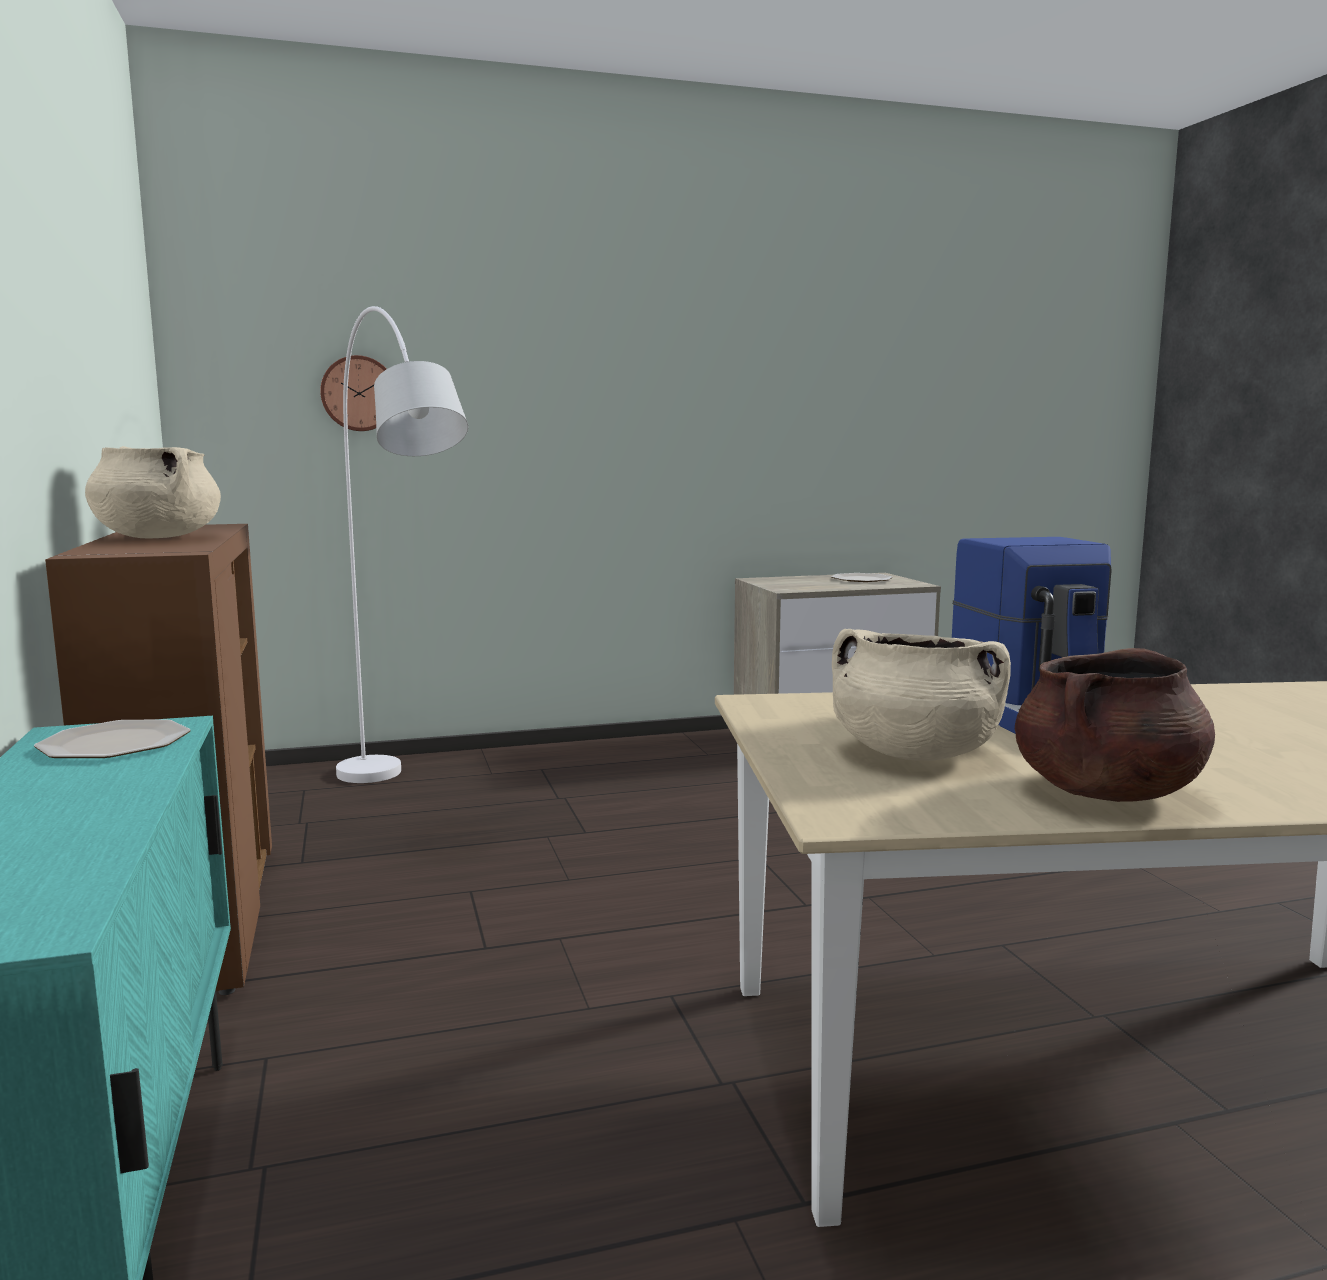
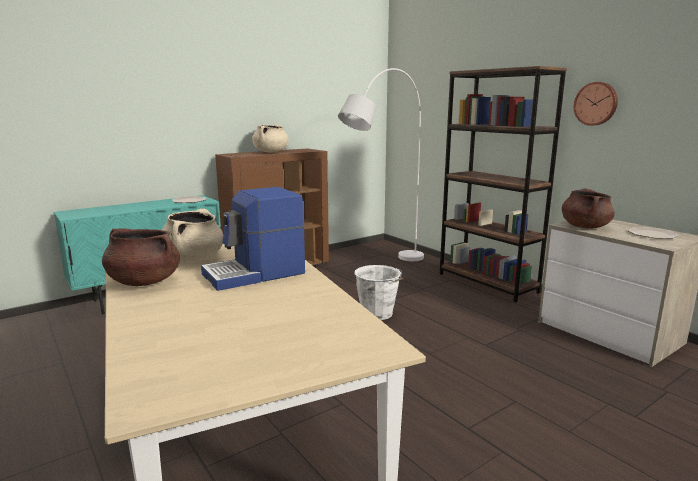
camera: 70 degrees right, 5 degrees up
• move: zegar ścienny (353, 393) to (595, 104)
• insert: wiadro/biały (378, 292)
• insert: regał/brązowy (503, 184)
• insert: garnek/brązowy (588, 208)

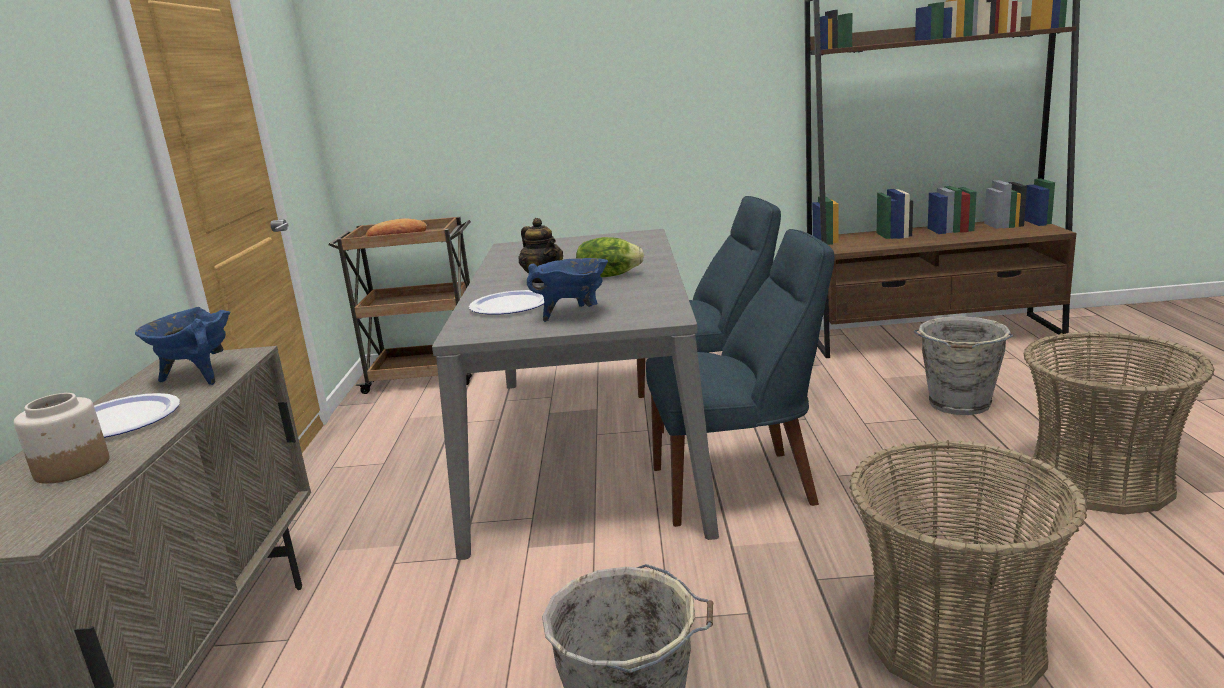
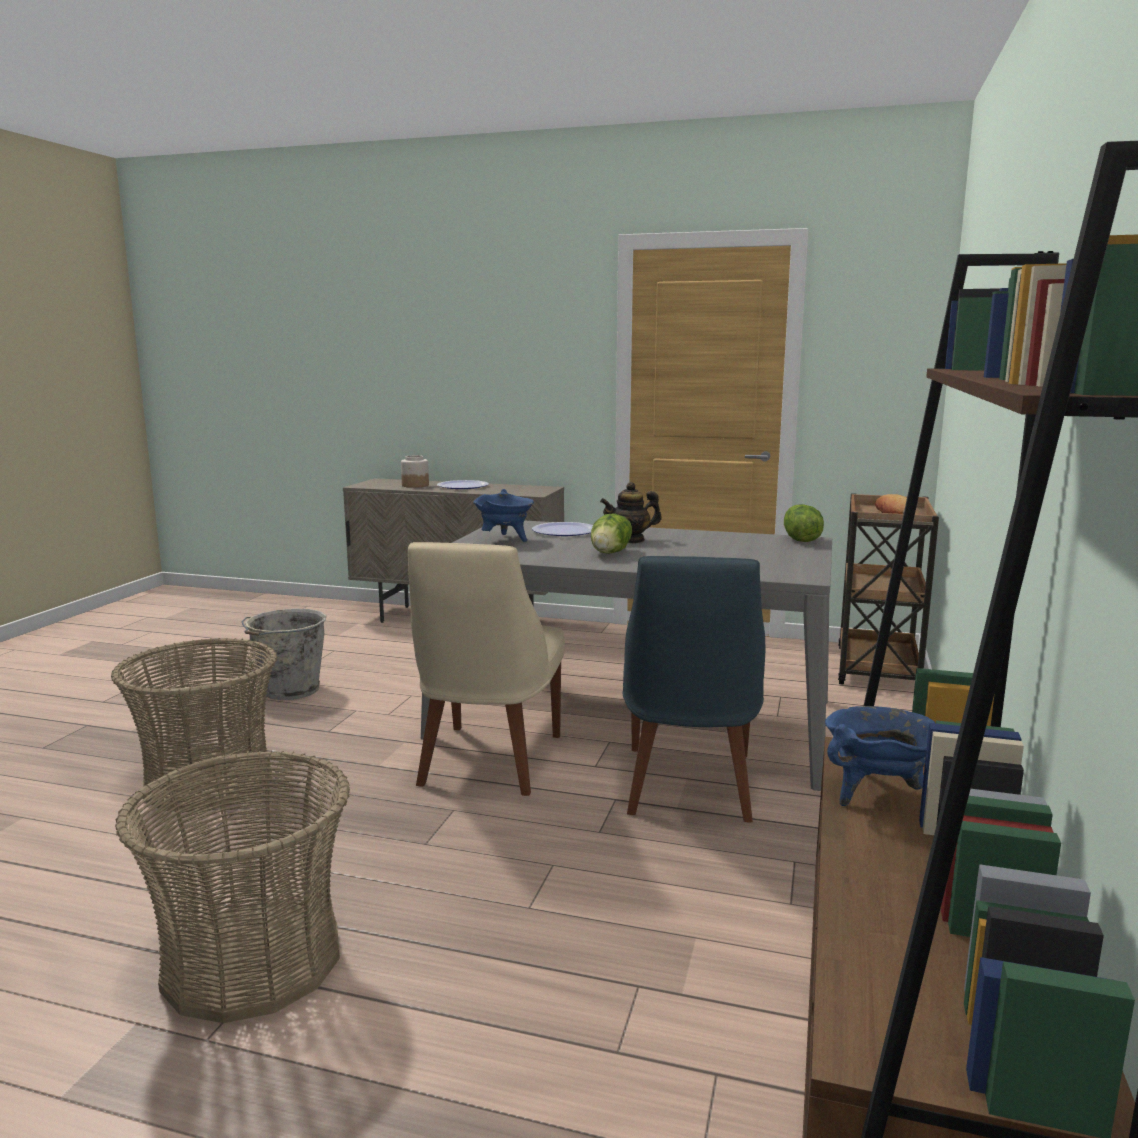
camera: 105 degrees right, 5 degrees down
• move: garnek/niebieski (183, 346) to (880, 756)
• recolor: krzesło/niebieski (740, 378) to krzesło/beżowy (486, 669)
• delete: wiadro/szary (963, 365)
• insert: sałata (804, 523)

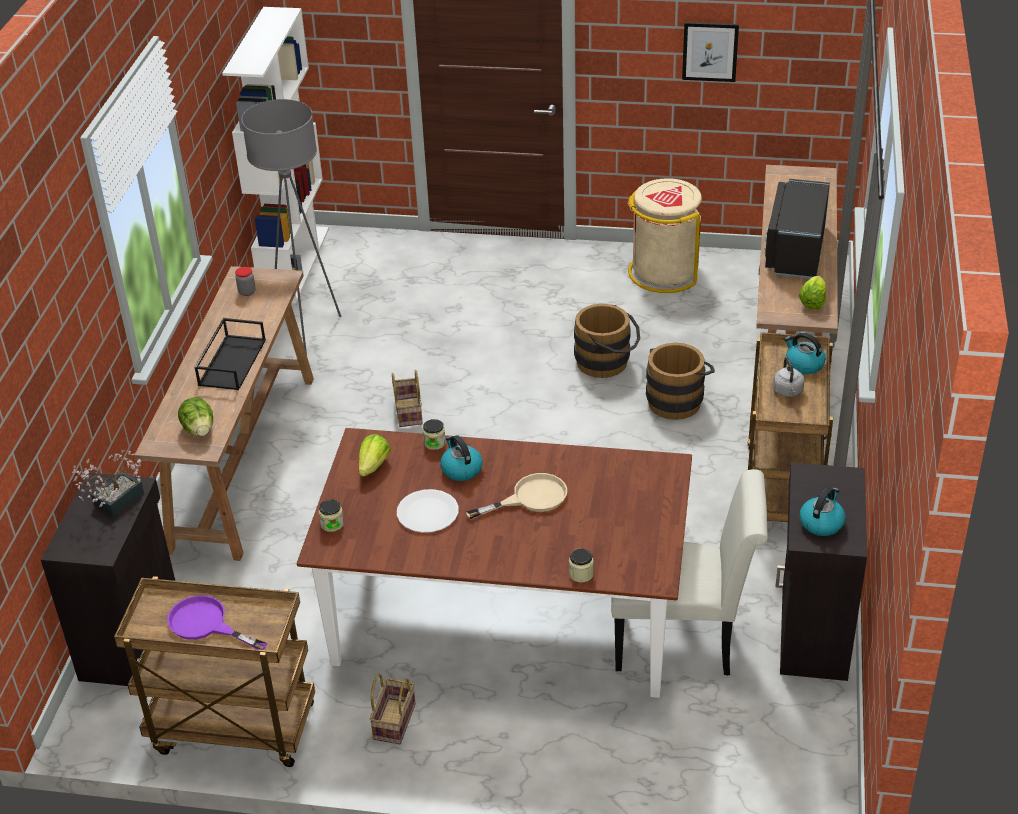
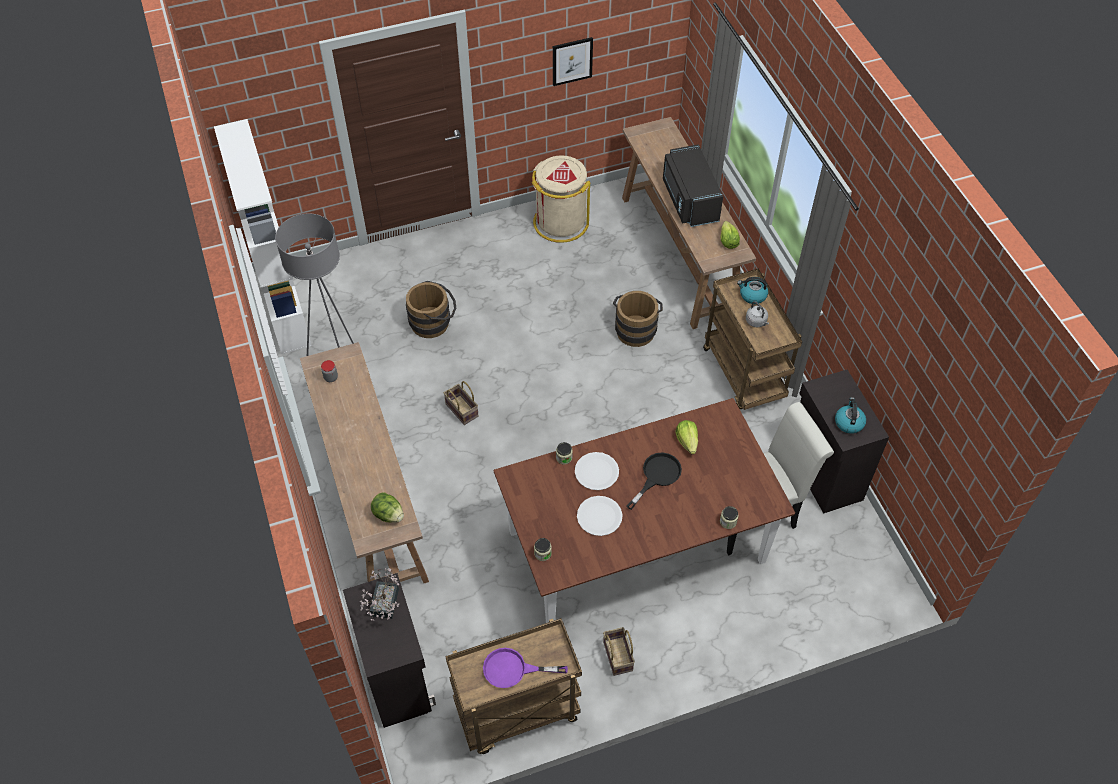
camera: 30 degrees left, 15 degrees up
• delete: taca/czarny (230, 354)
• move: sałata (375, 455) to (686, 437)
• replace: czajnik (461, 458) to talerz/biały (597, 471)
• recolor: patelnia/beżowy (516, 496) to patelnia/czarny (654, 481)
• move: wiadro/brązowy (607, 341) to (431, 309)

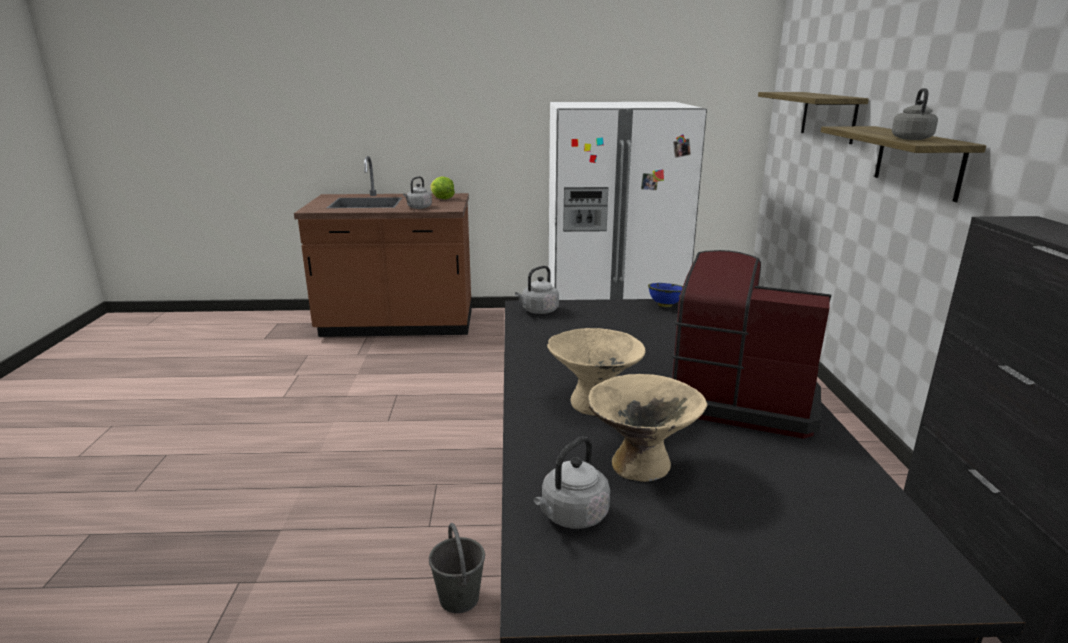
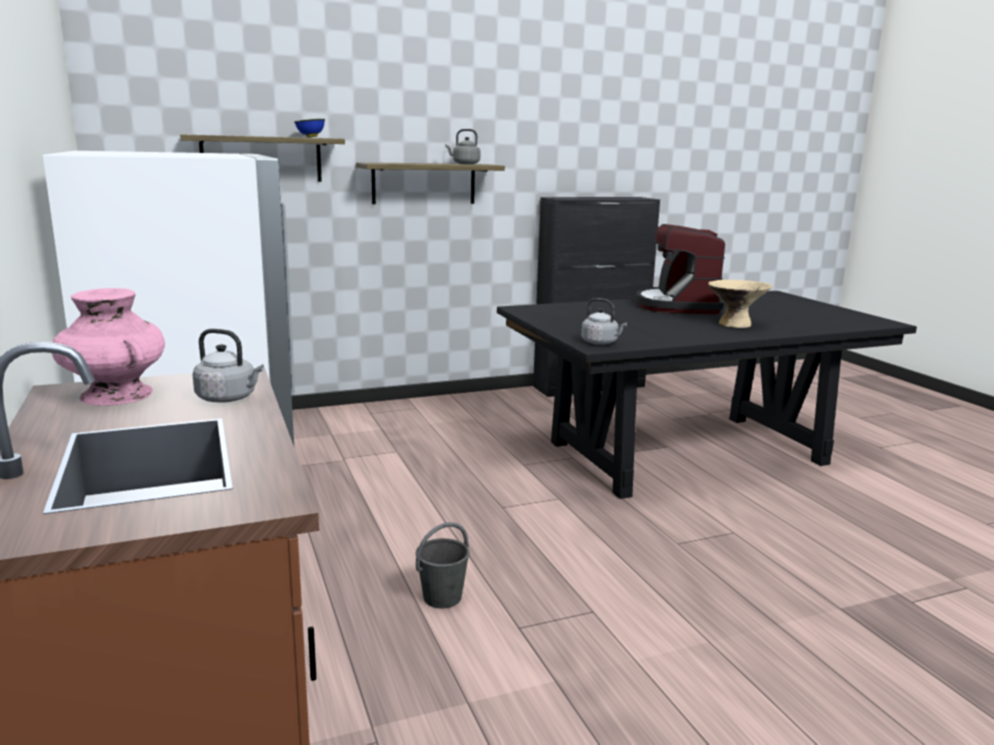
camera: 110 degrees left, 5 degrees down
• move: wiadro/szary (457, 568) to (443, 565)
• replace: sałata (442, 187) to wazon/różowy (108, 347)
• delete: czajnik/szary (572, 482)
• delete: miska/beżowy (647, 428)
• move: miska/niebieski (665, 295) to (309, 128)

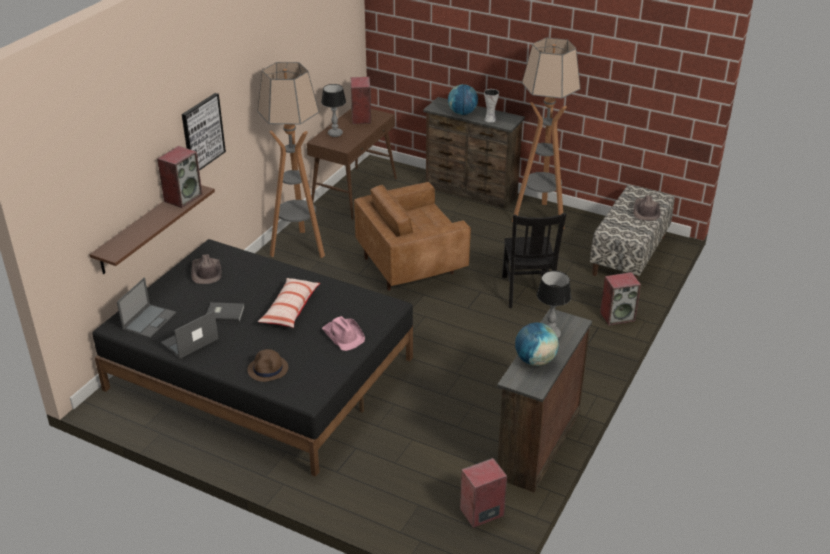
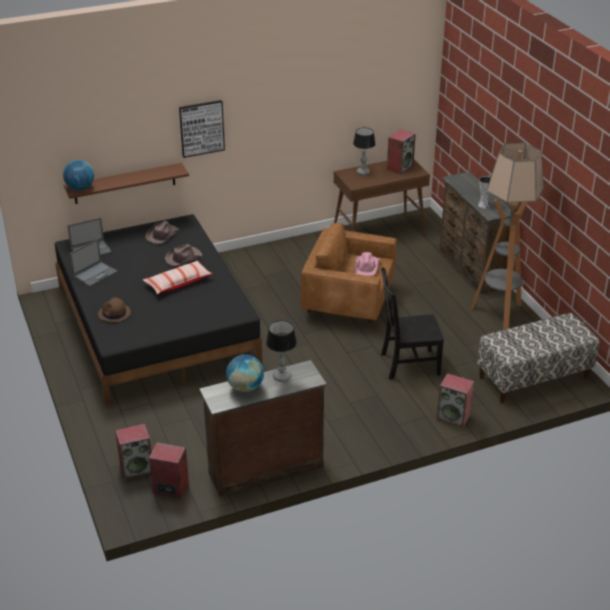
camera: 40 degrees right, 0 degrees up
• move: głośnik (179, 177) to (133, 452)
• rotate: laptop (190, 335) = (93, 263) 135 degrees clockwise
• delete: książka/szary (226, 312)
• delete: lampa stojąca (291, 160)
• move: kapelusz/różowy (343, 333) to (367, 264)
• move: globus (463, 99) to (78, 175)
• rotate: krzesło/czarny (534, 260) = (412, 323) 45 degrees clockwise
• move: kapelusz/brązowy (646, 208) to (183, 255)

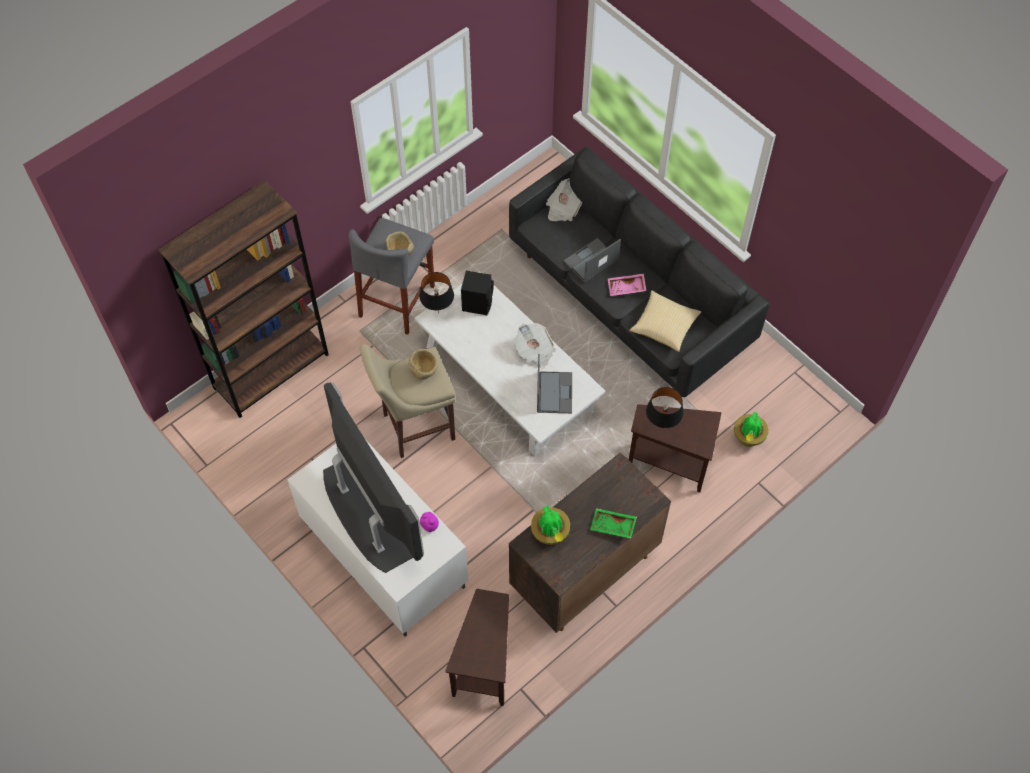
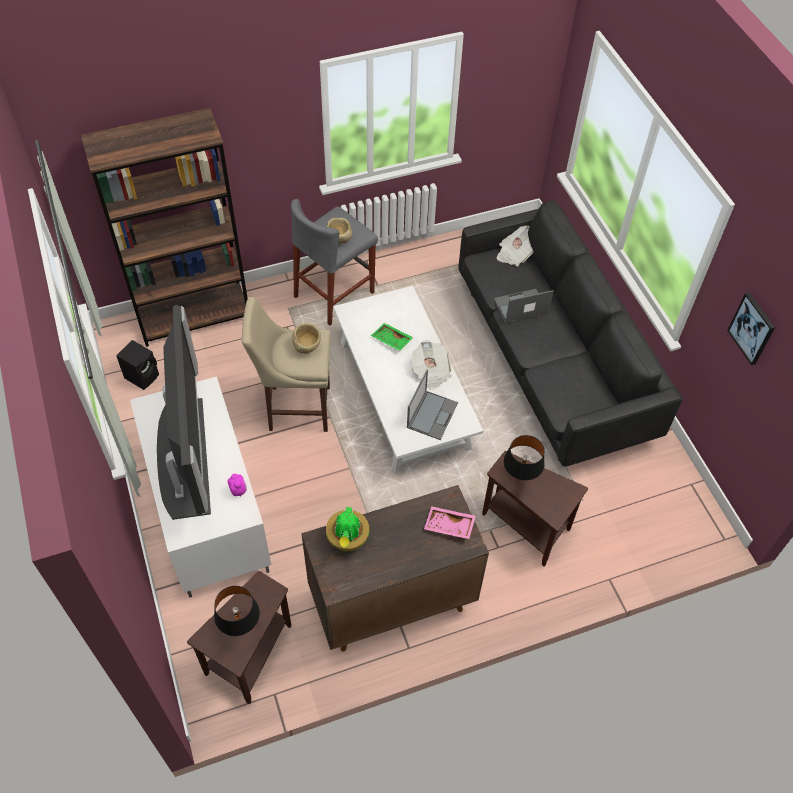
camera: 20 degrees right, 5 degrees down
• move: lampa stołowa/czarny (436, 292) to (237, 611)
• move: głośnik/czarny (477, 293) to (137, 365)
• move: taca/zielony (613, 523) to (392, 337)
• move: taca/różowy (627, 284) to (450, 522)
• delete: poduszka (665, 321)
• delete: roślina doniczkowa (751, 429)
• insert: obraz (751, 328)

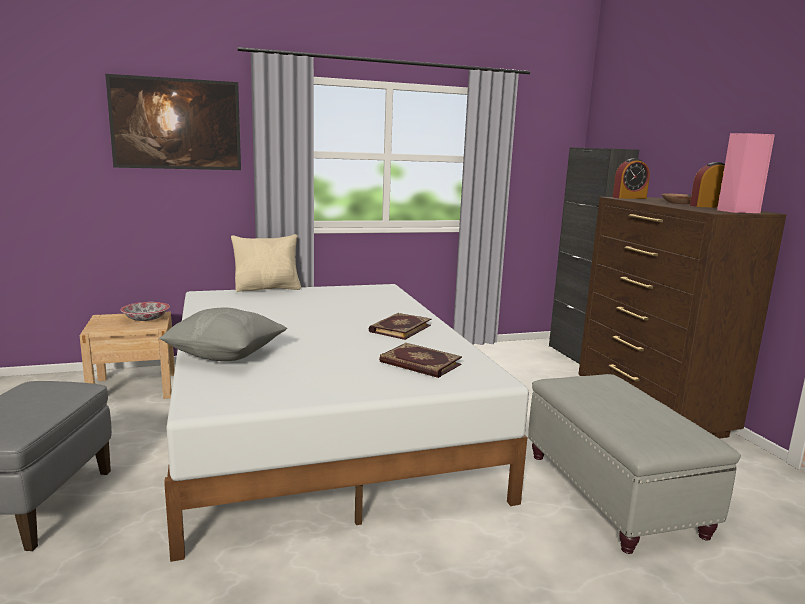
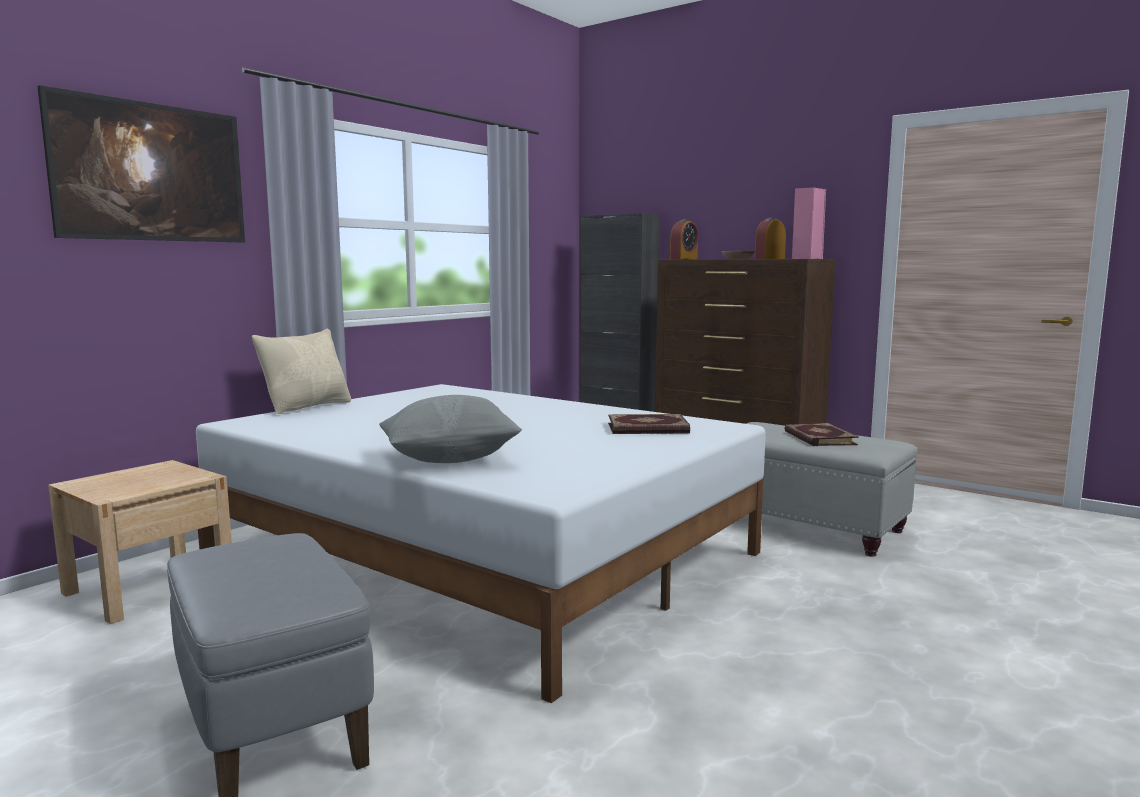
camera: 35 degrees left, 5 degrees down
• delete: miska (145, 311)
• move: książka (400, 326) to (821, 434)

